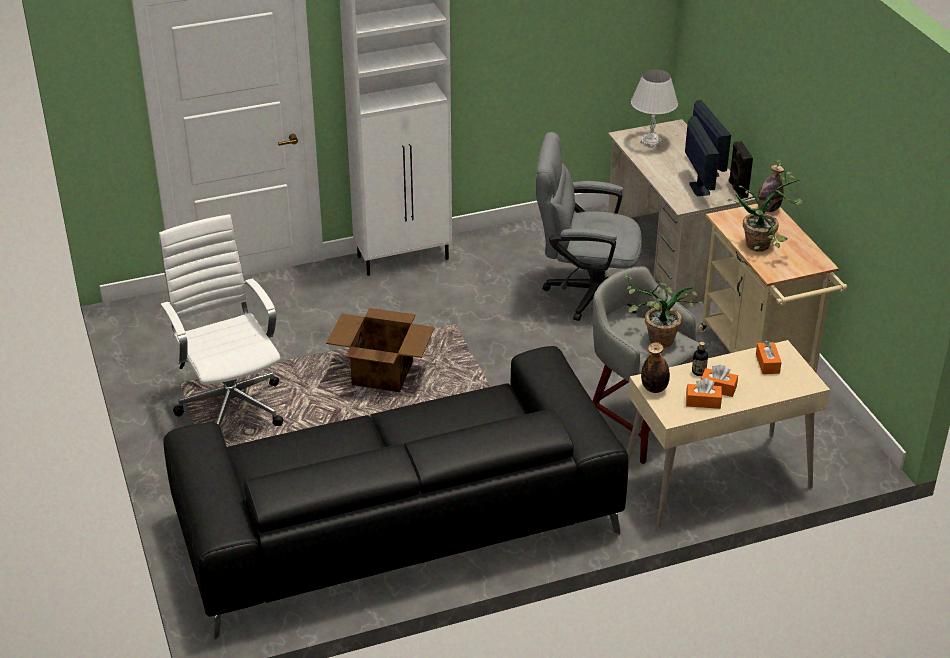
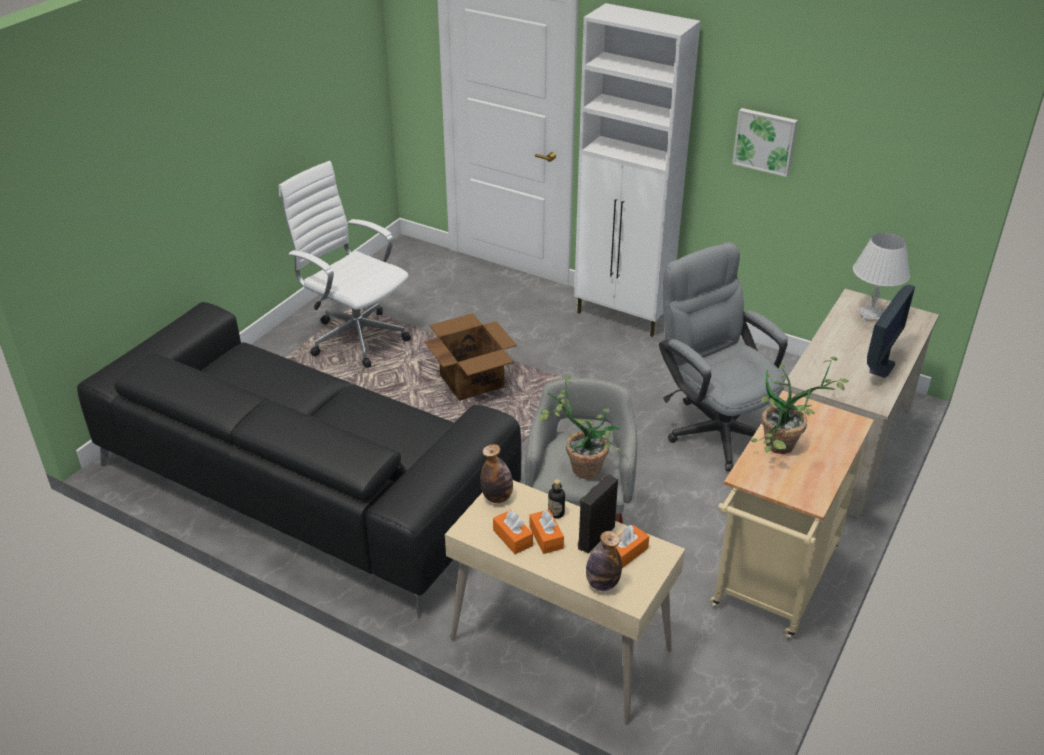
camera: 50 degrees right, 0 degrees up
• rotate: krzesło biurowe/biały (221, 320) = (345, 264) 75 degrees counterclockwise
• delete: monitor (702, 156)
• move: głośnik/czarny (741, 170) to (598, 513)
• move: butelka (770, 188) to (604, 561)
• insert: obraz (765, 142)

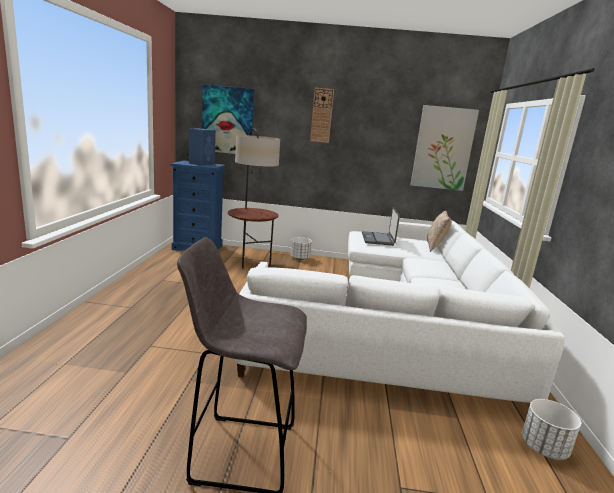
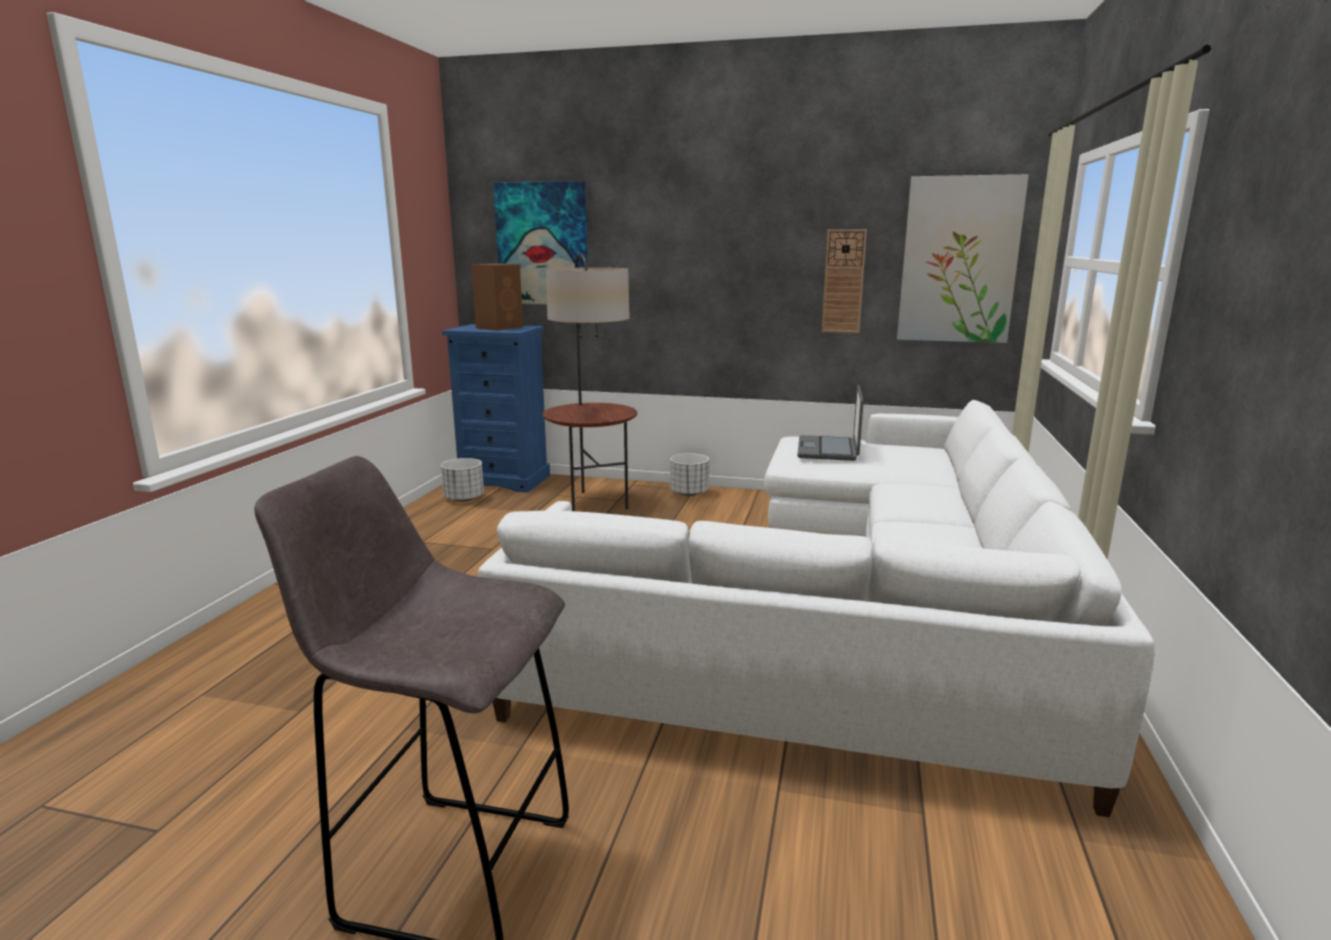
camera: 10 degrees right, 0 degrees up
• recolor: głośnik/niebieski (202, 147) to głośnik/brązowy (497, 297)
• move: zegar ścienny (322, 115) to (844, 281)
• delete: poduszka (439, 231)
• move: donica/biały (551, 429) to (462, 480)

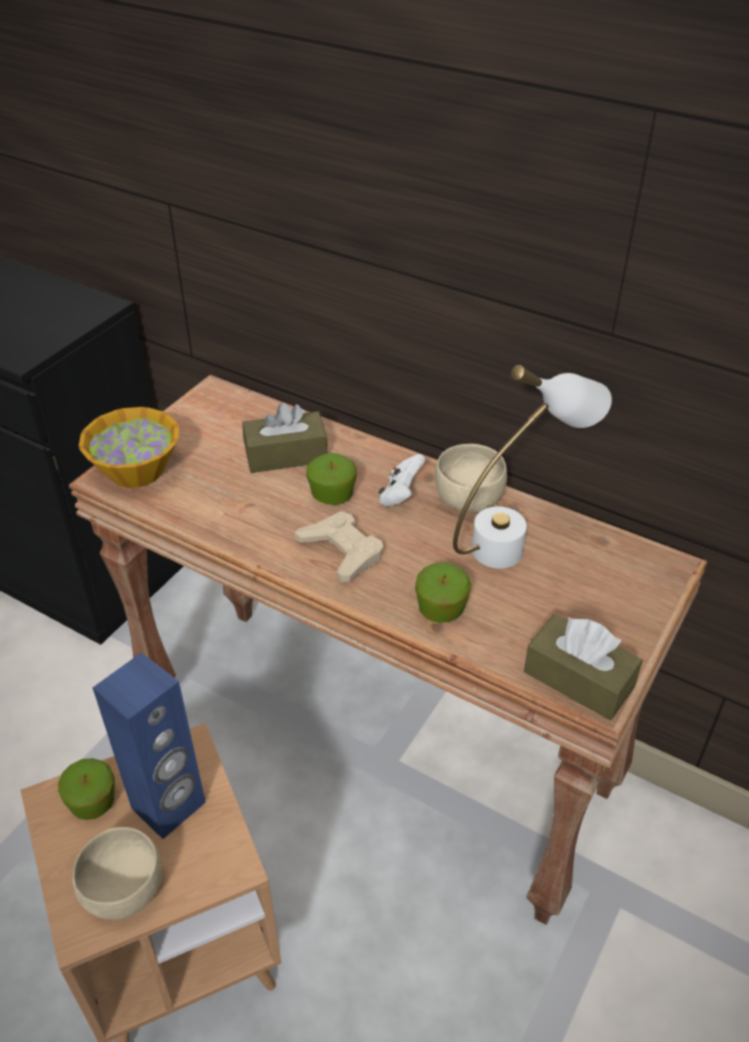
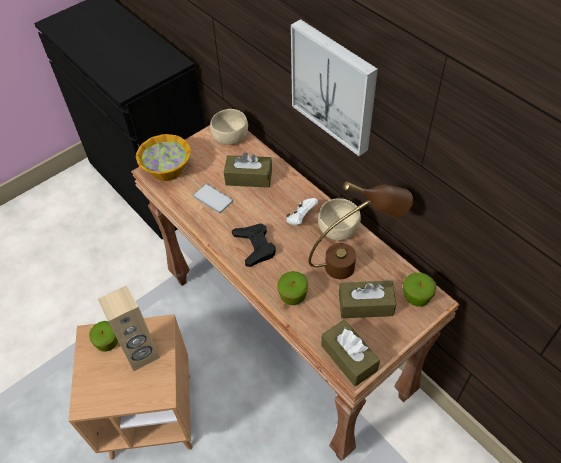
camera: 20 degrees right, 10 degrees up
• move: miska/beżowy (117, 873) to (229, 127)
• recolor: głośnik/niebieski (149, 745) to głośnik/beżowy (129, 328)
• recolor: pad do gier/beżowy (339, 546) to pad do gier/czarny (254, 245)
• move: jabłko (331, 479) to (419, 290)
• recolor: lampa stołowa/biały (532, 467) to lampa stołowa/brązowy (361, 230)
• insert: telefon (213, 198)
• insert: obraz (334, 87)
• insert: pudełko chusteczek/brązowy (367, 299)

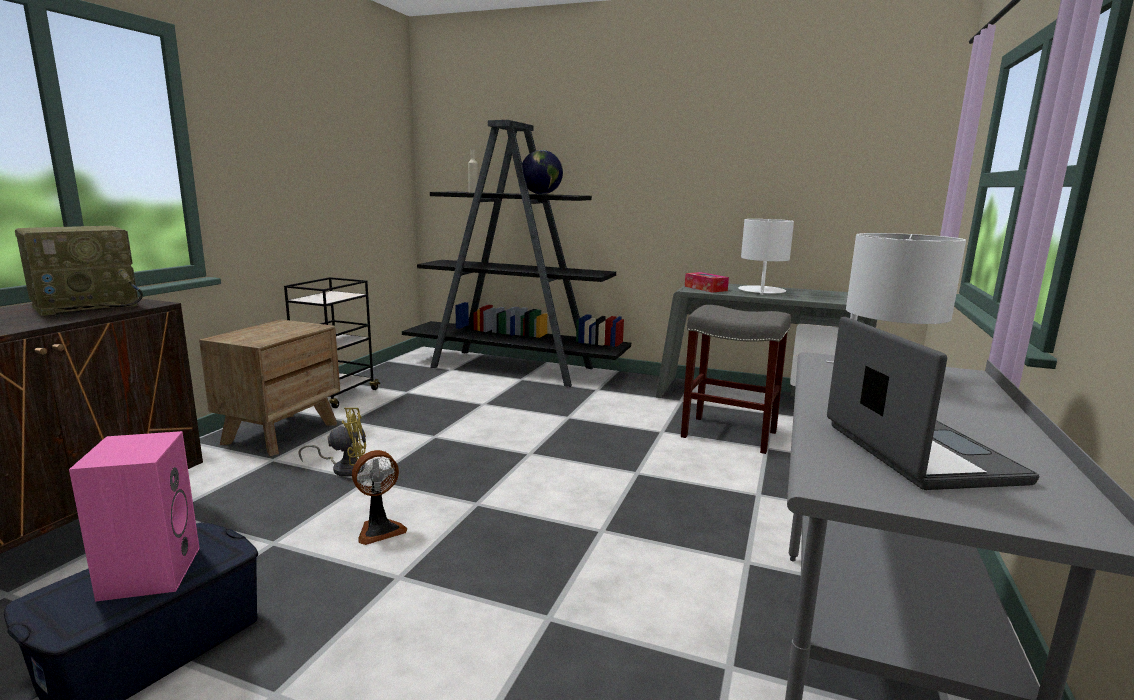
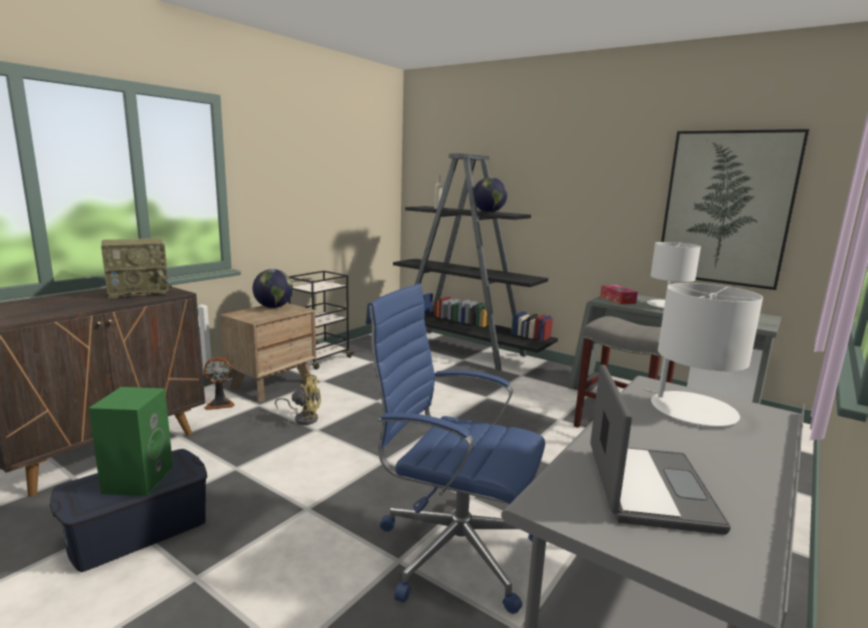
camera: 15 degrees right, 0 degrees up
• recolor: głośnik/różowy (134, 516) to głośnik/zielony (130, 441)
• move: wentylator (379, 497) to (219, 383)
• insert: globus (272, 288)
• insert: krzesło biurowe/niebieski (455, 449)
• insert: obraz (735, 209)

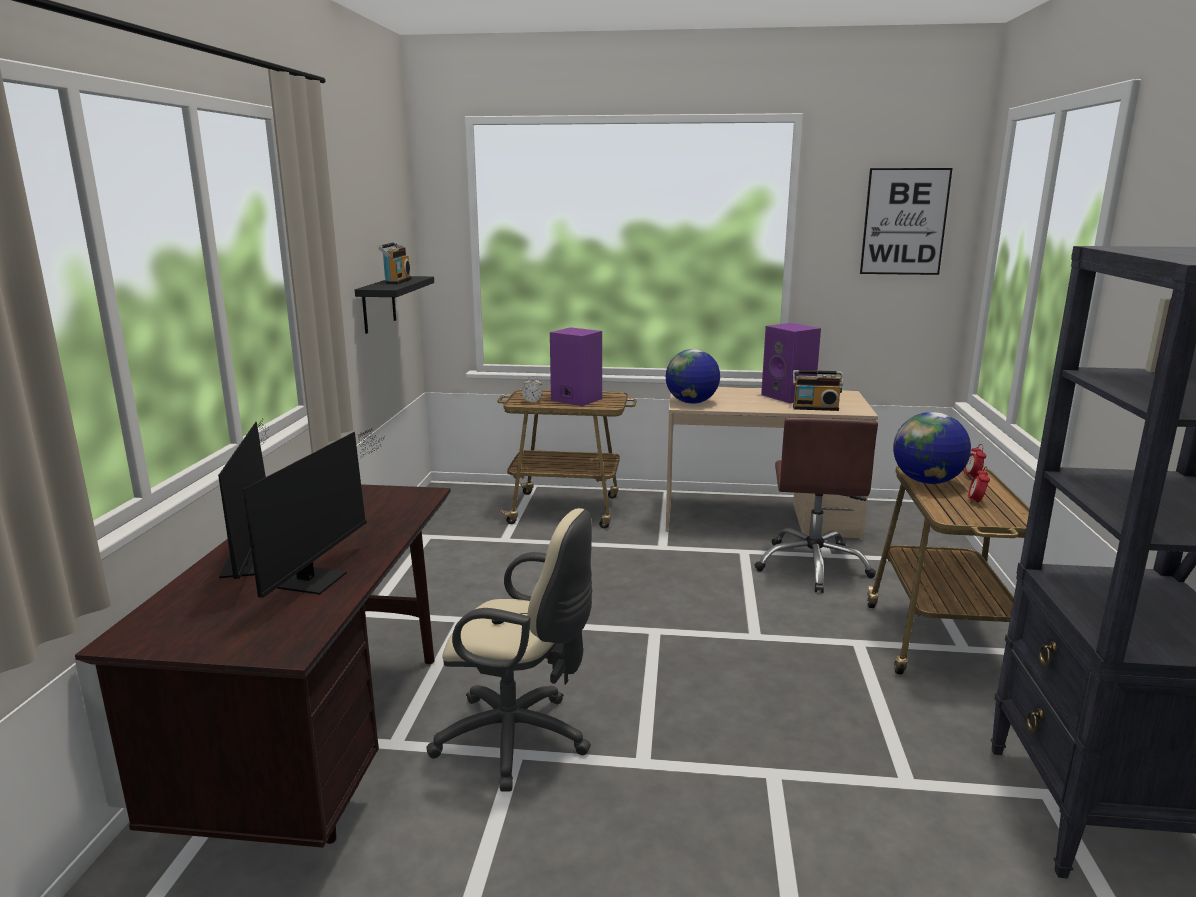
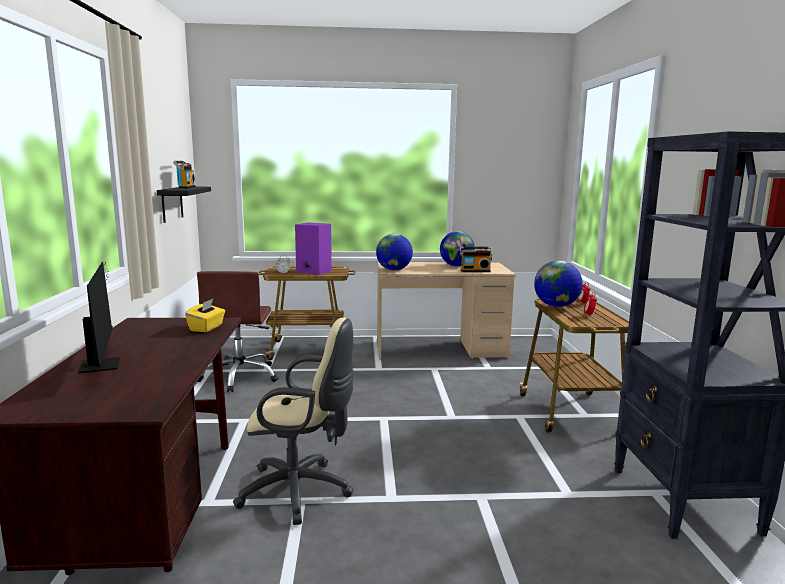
camera: 10 degrees left, 5 degrees down
• delete: monitor (313, 513)
• move: krzesło biurowe/brązowy (816, 505) to (237, 331)
• replace: głośnik/fioletowy (791, 363) to globus (457, 248)
• delete: obraz (906, 221)
• insert: pudełko chusteczek/żółty (205, 315)

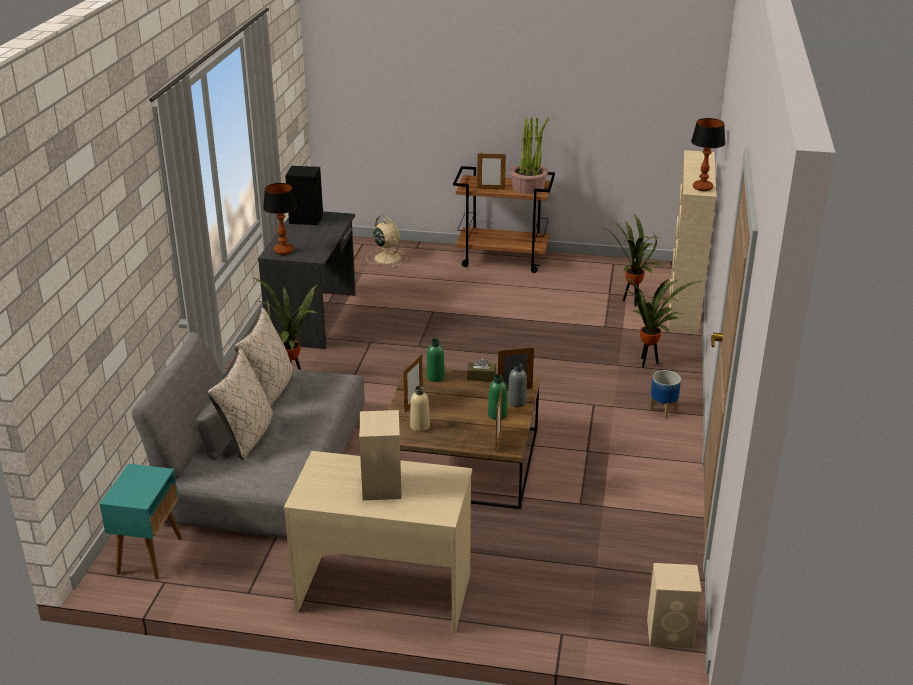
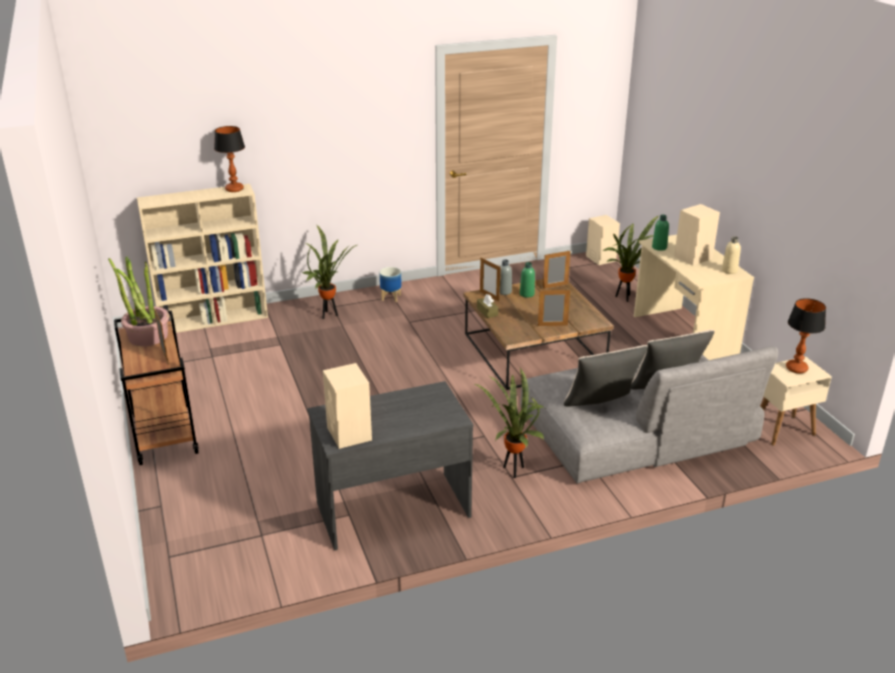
camera: 120 degrees left, 0 degrees up
• recolor: stolik/turkusowy (140, 522) to stolik/beżowy (796, 401)
• move: lampa stołowa (280, 219) to (806, 335)
• recolor: głośnik/czarny (304, 195) to głośnik/beżowy (347, 406)
• delete: wentylator/beżowy (387, 241)
• move: butelka/beżowy (420, 409) to (731, 255)
• move: butelka/zielony (435, 360) to (660, 233)
• move: roślina doniczkowa (634, 260) to (630, 259)

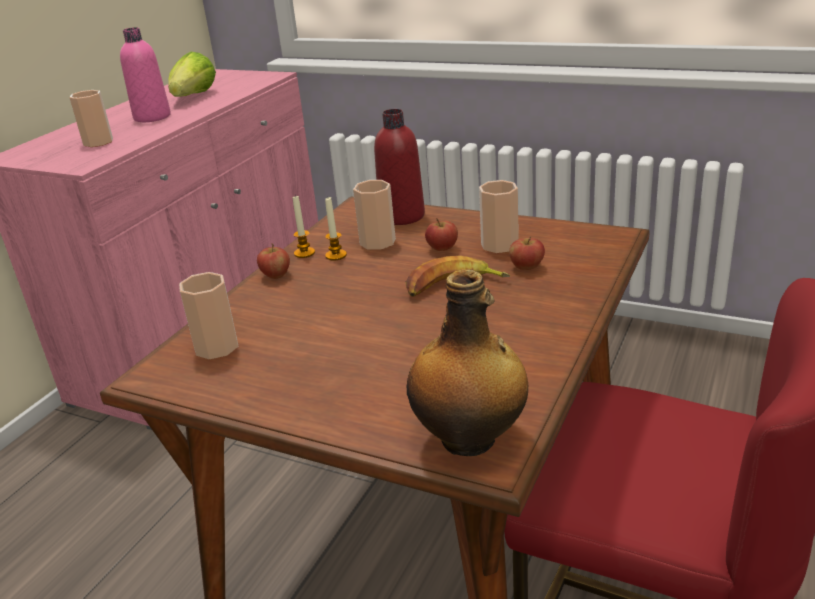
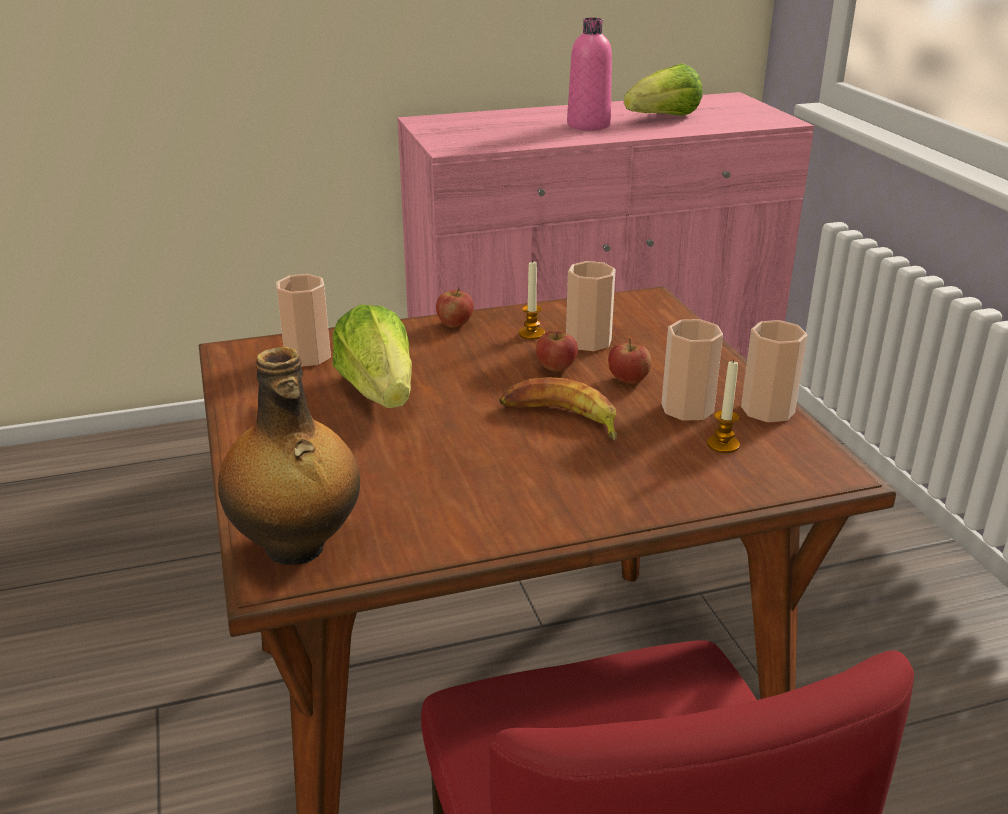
camera: 45 degrees right, 0 degrees up
• move: filiżanka (91, 118) to (774, 371)
• move: świeca (304, 226) to (723, 406)
• delete: butelka/czerwony (399, 167)
• move: jabłko (527, 253) to (557, 351)
• insert: sałata (372, 356)

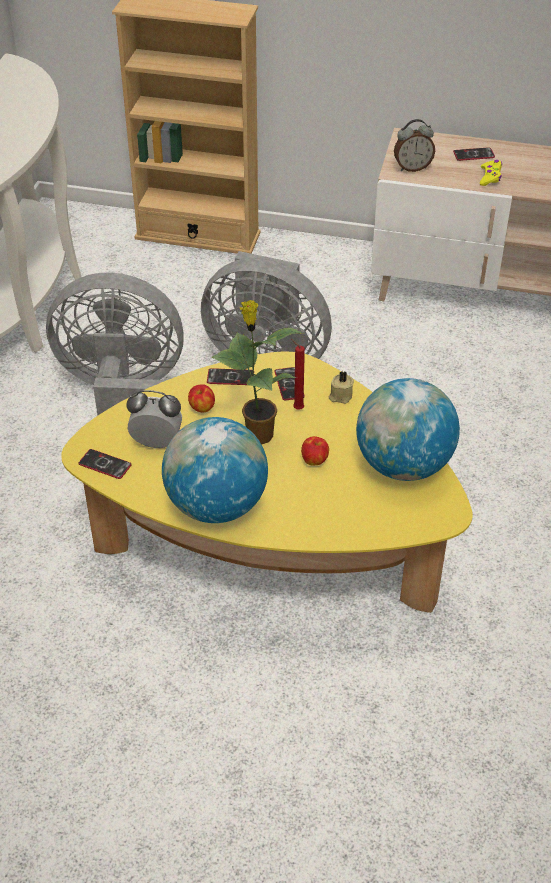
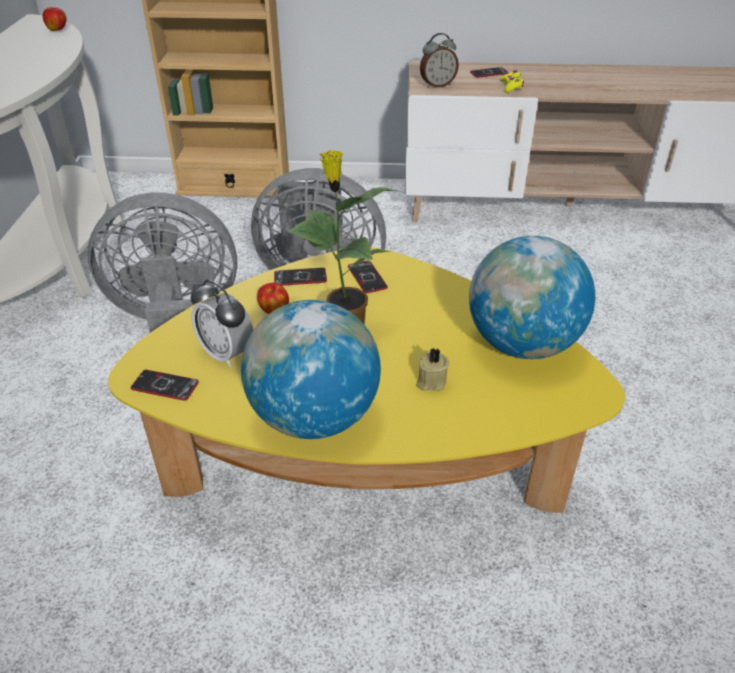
camera: 10 degrees left, 5 degrees down
• rotate: budzik (154, 419) = (222, 323) 135 degrees counterclockwise
• delete: świeca/czerwony (298, 374)
• move: jabłko (315, 450) to (54, 19)
• move: świeca/beżowy (341, 387) to (432, 369)

